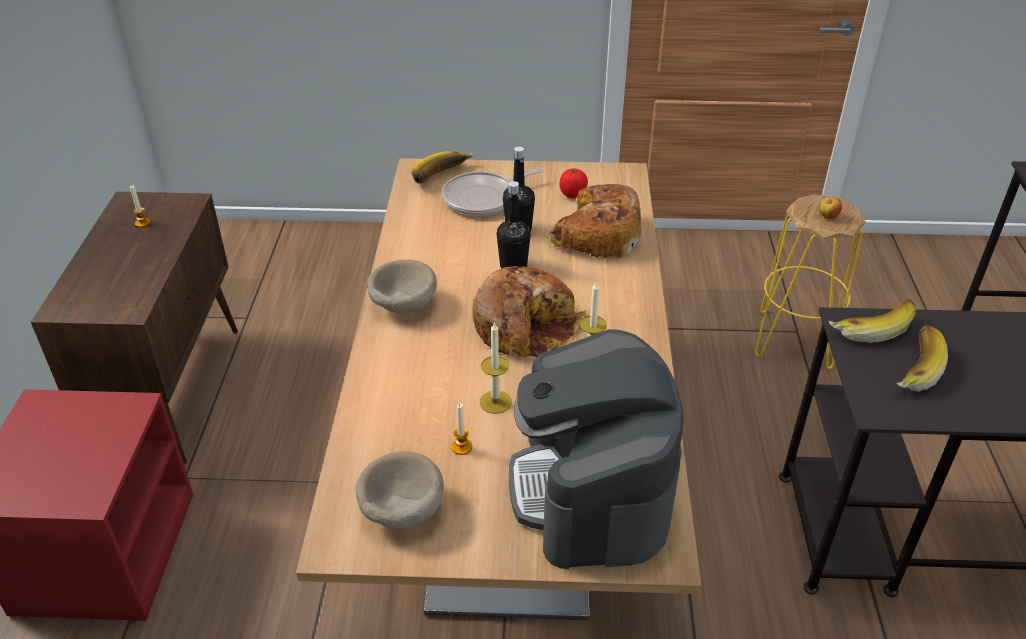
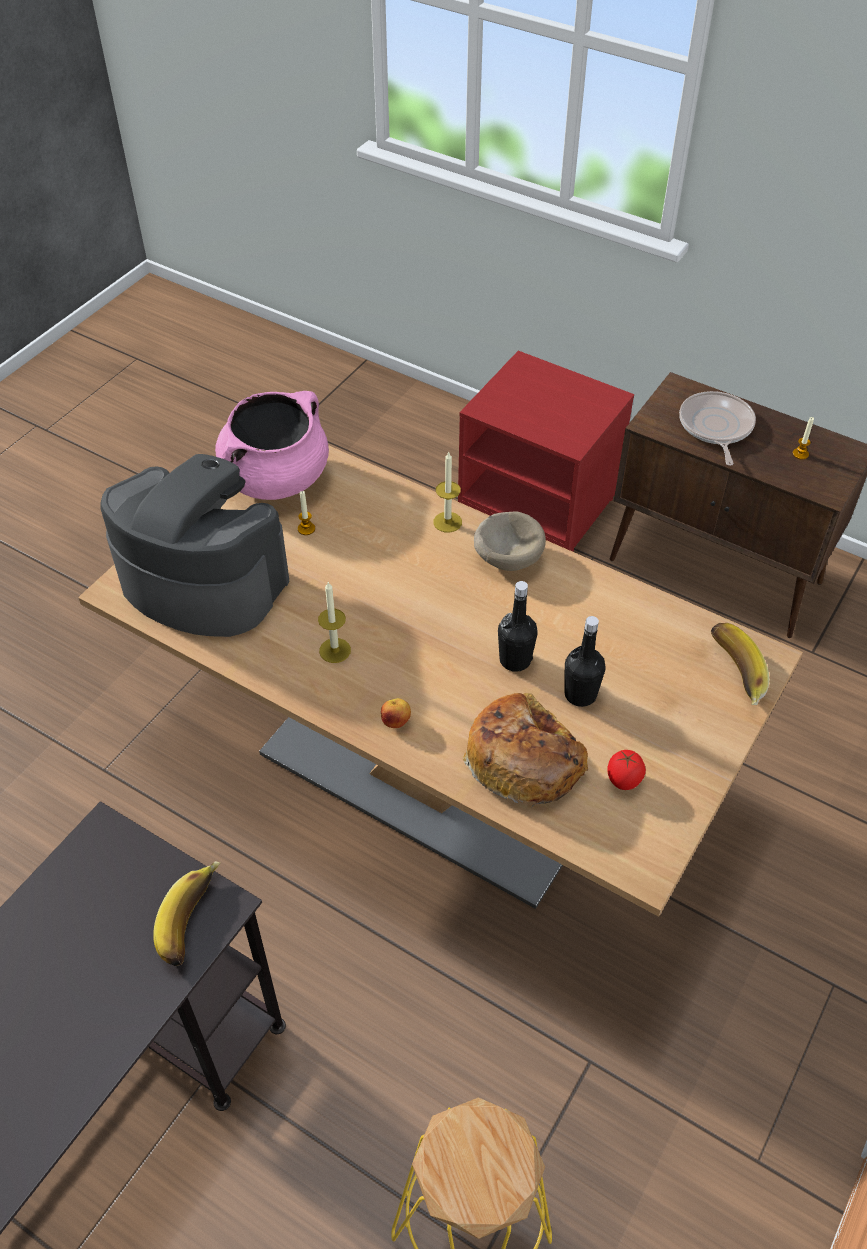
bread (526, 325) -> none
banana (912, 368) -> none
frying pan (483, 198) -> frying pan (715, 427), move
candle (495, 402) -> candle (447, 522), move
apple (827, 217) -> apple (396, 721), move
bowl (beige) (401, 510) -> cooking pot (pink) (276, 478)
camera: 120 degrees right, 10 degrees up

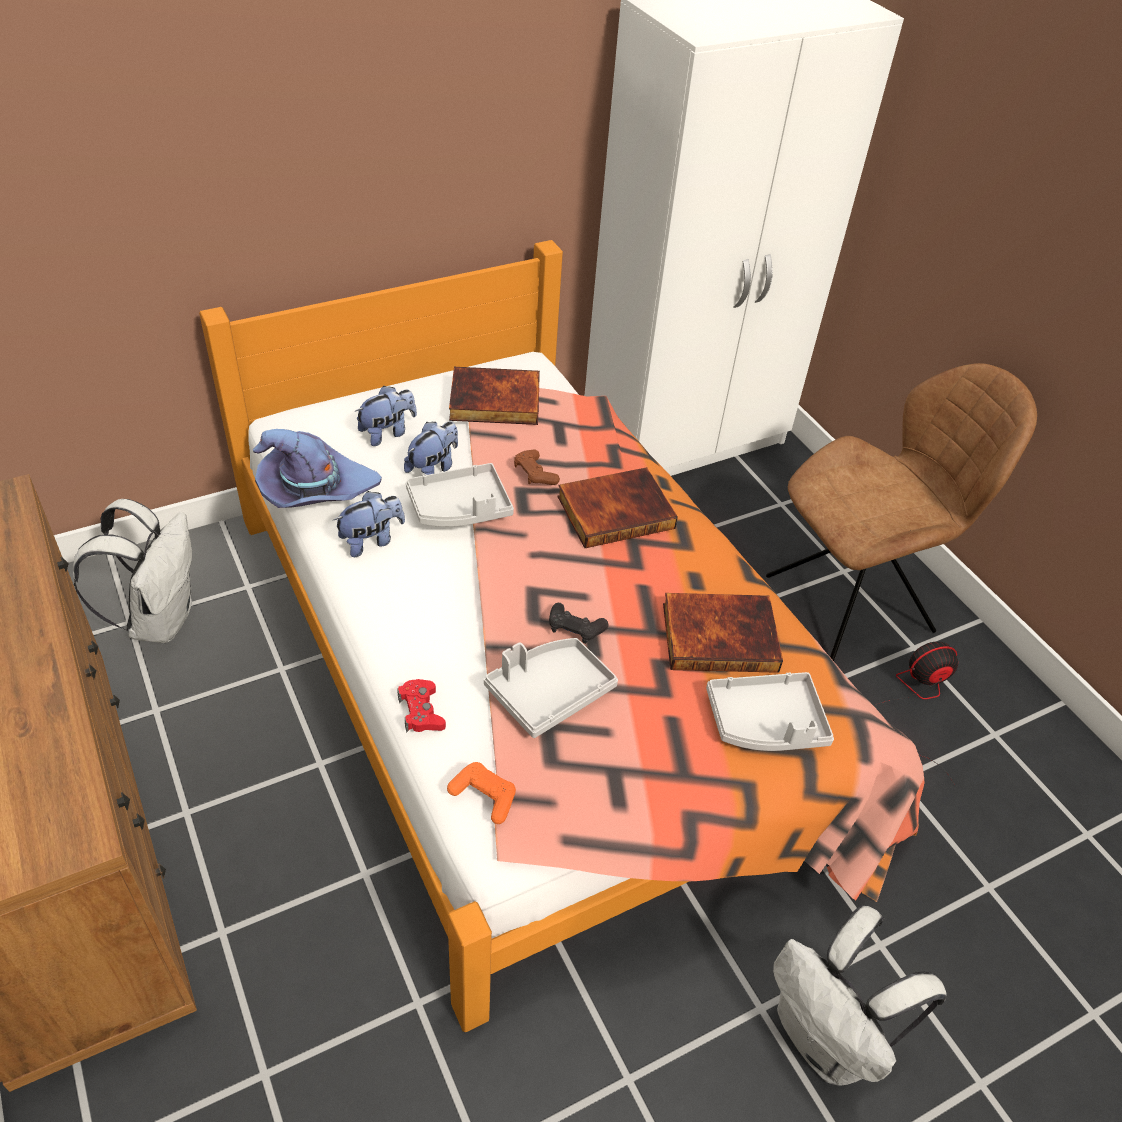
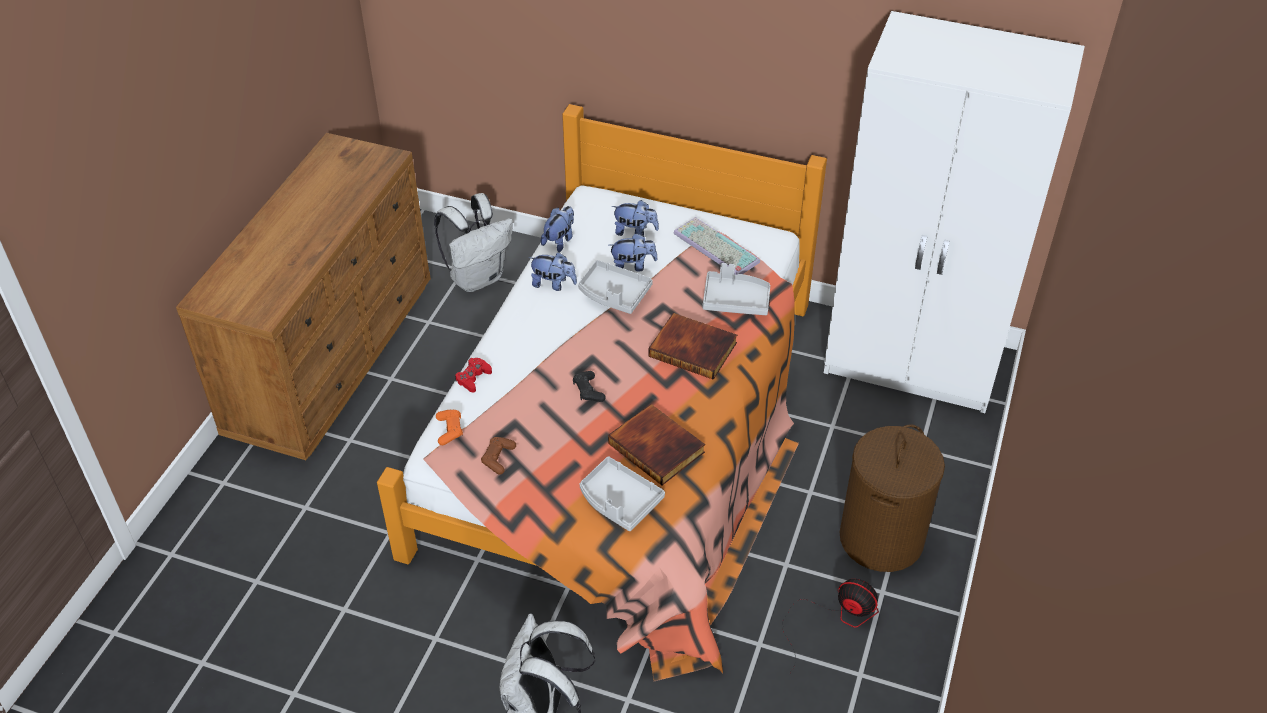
tray (grey) (549, 692) -> tray (grey) (735, 300), move
game controller (brown) (535, 474) -> game controller (brown) (498, 458), move
hat (purple) (314, 489) -> plush toy (559, 240)
book (494, 402) -> keyboard (714, 248)
chair (brown) (855, 602) -> laundry basket (brown) (881, 539)
camera: 50 degrees right, 0 degrees up

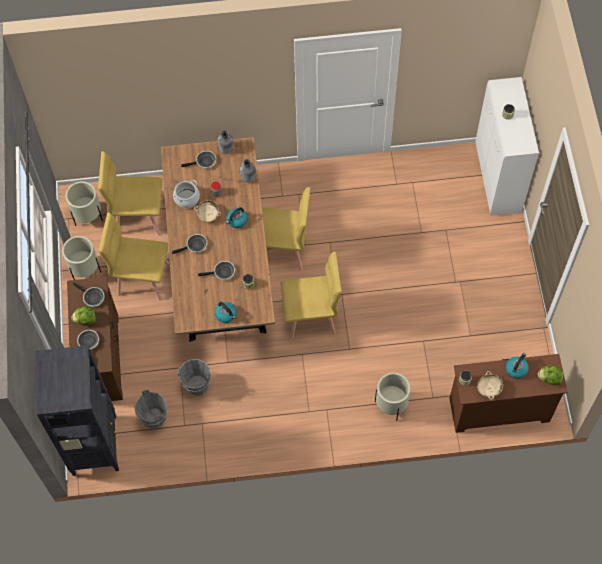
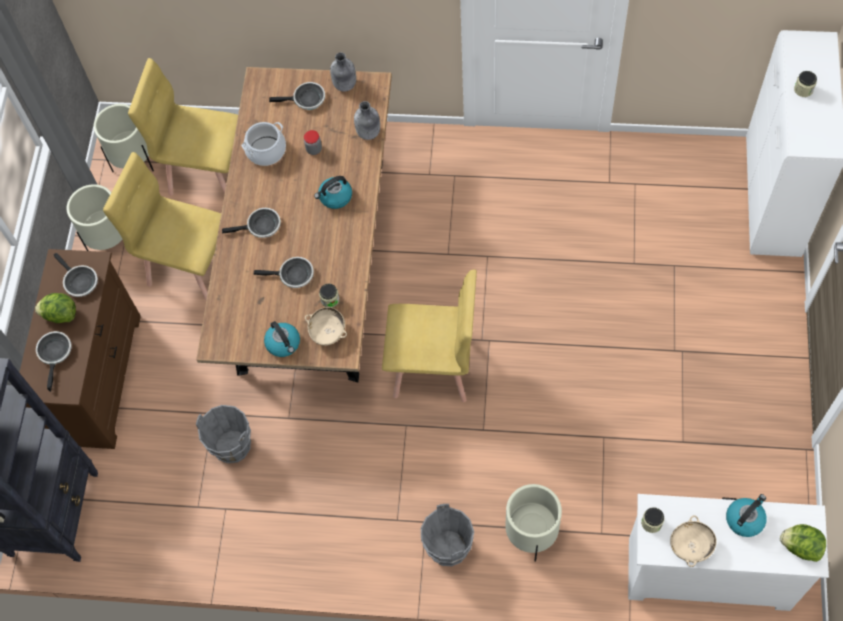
chair (yellow) (283, 249) -> none
bucket (grey) (154, 419) -> bucket (grey) (448, 548), move
bowl (beige) (208, 215) -> bowl (beige) (327, 332), move
dresser (brown) (498, 410) -> dresser (white) (707, 574)
camera: 15 degrees right, 0 degrees up

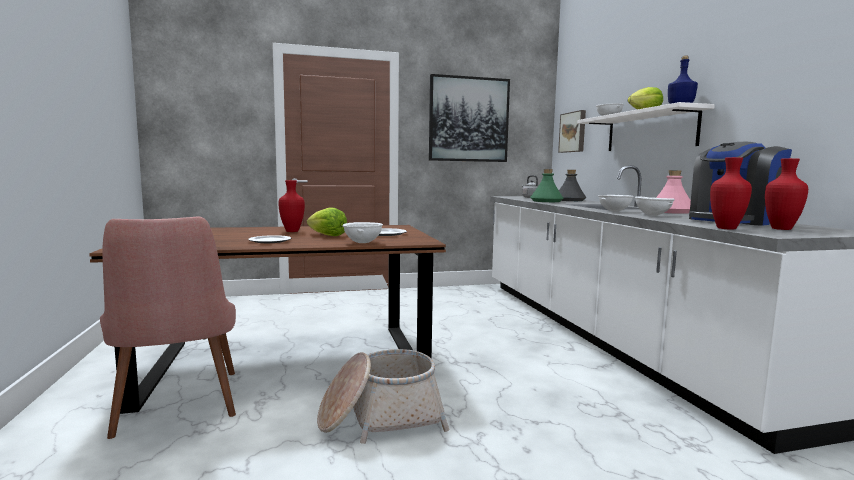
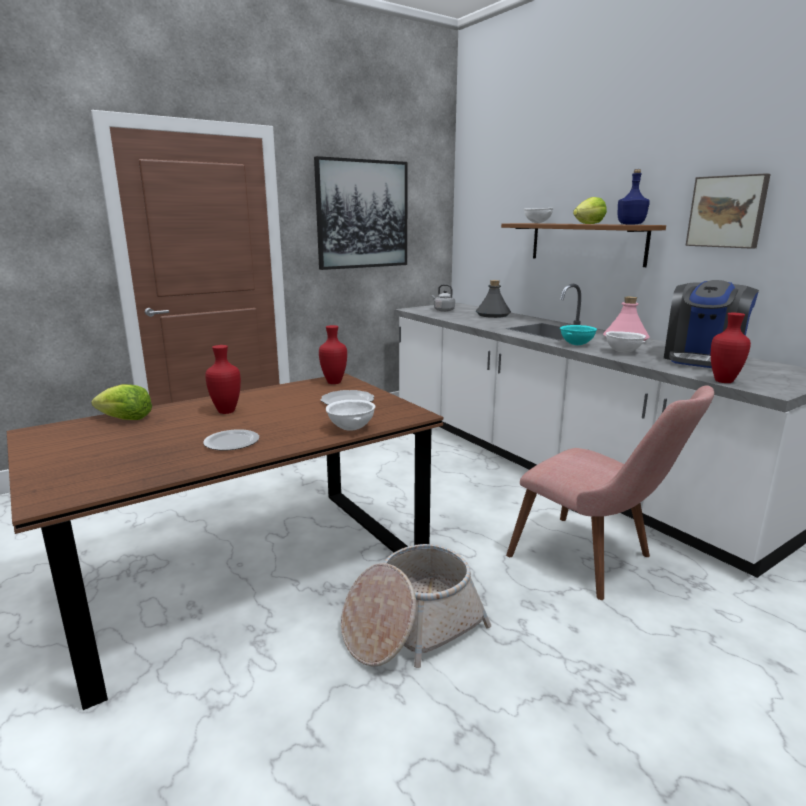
bottle (green) (546, 201) -> none
chair (pink) (177, 410) -> chair (pink) (596, 562), move
lettuce (327, 235) -> lettuce (125, 419), move
picture (573, 132) -> picture (727, 211), move
vase (red) (782, 229) -> vase (red) (335, 382), move
shelf (white) (649, 131) -> shelf (brown) (586, 243)
bowl (white) (613, 211) -> bowl (turquoise) (576, 344)
camera: 20 degrees left, 10 degrees up

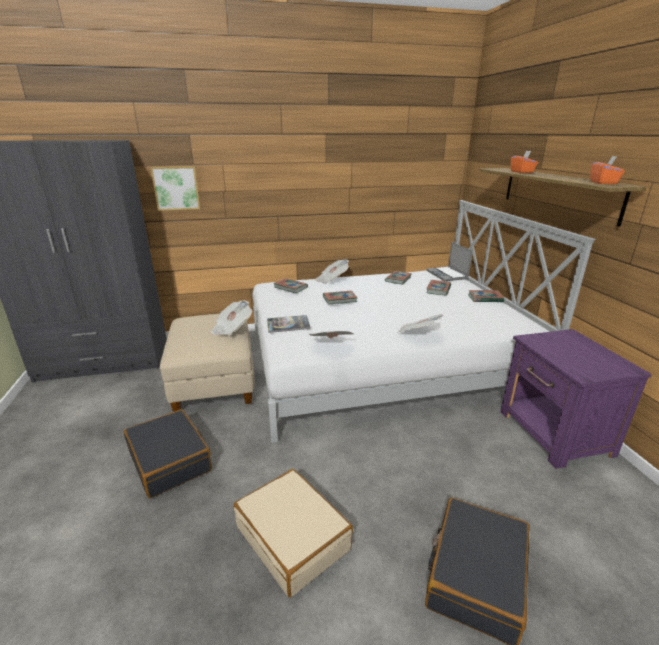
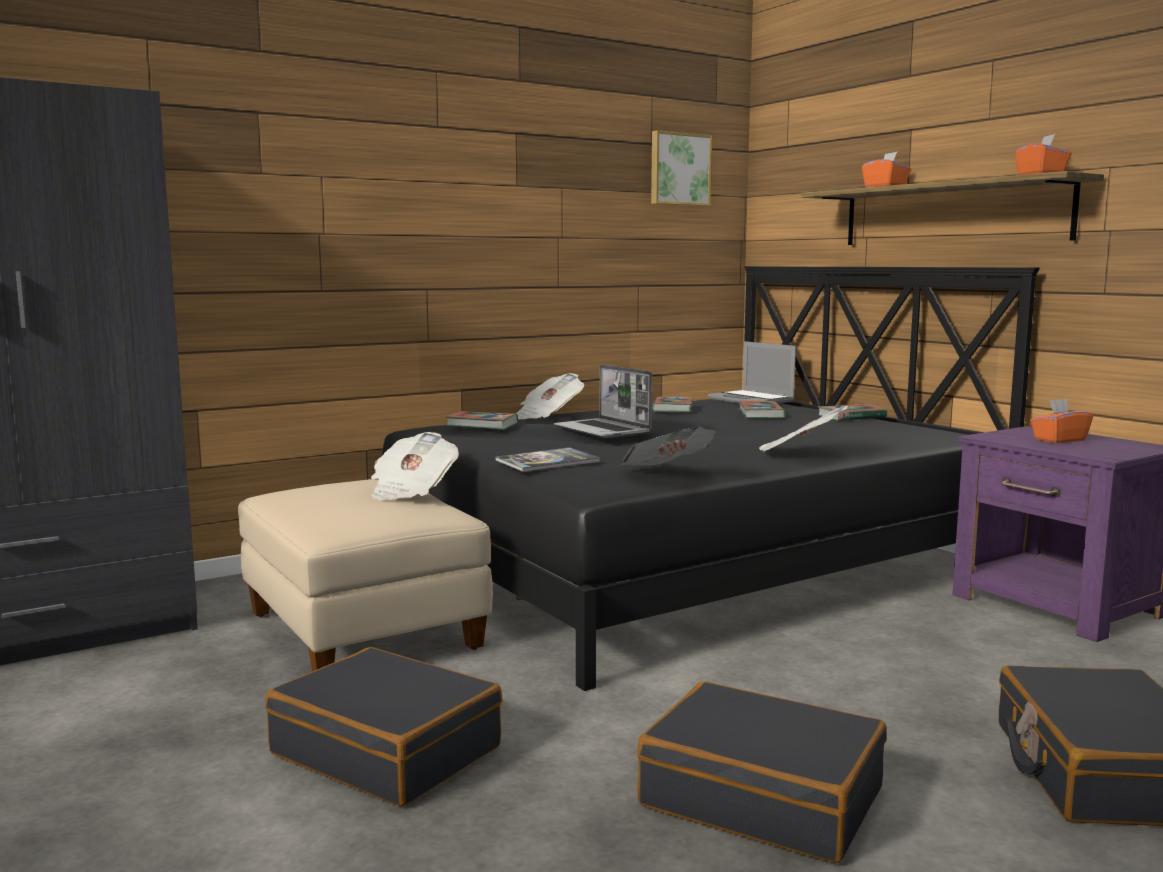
none -> tissue box (orange) (1059, 440)
picture (176, 188) -> picture (679, 169), move
book (339, 299) -> laptop (603, 430)
suitcase (beige) (293, 538) -> suitcase (black) (762, 797)
bed (white) (381, 362) -> bed (black) (686, 563)
camera: 20 degrees left, 15 degrees down

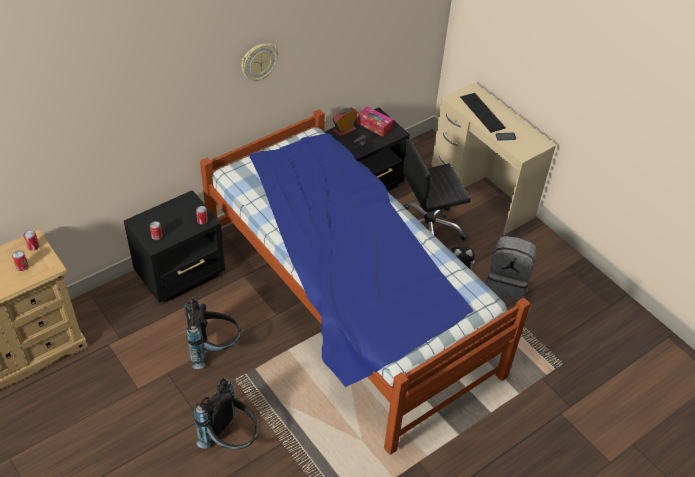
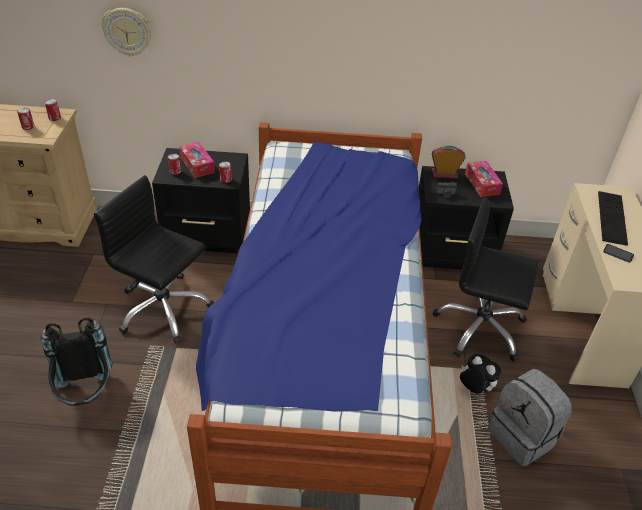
none -> tissue box (197, 165)
wall clock (258, 62) -> wall clock (127, 31), move
backpack (black) (214, 349) -> office chair (black) (163, 309)
camera: 40 degrees right, 5 degrees down

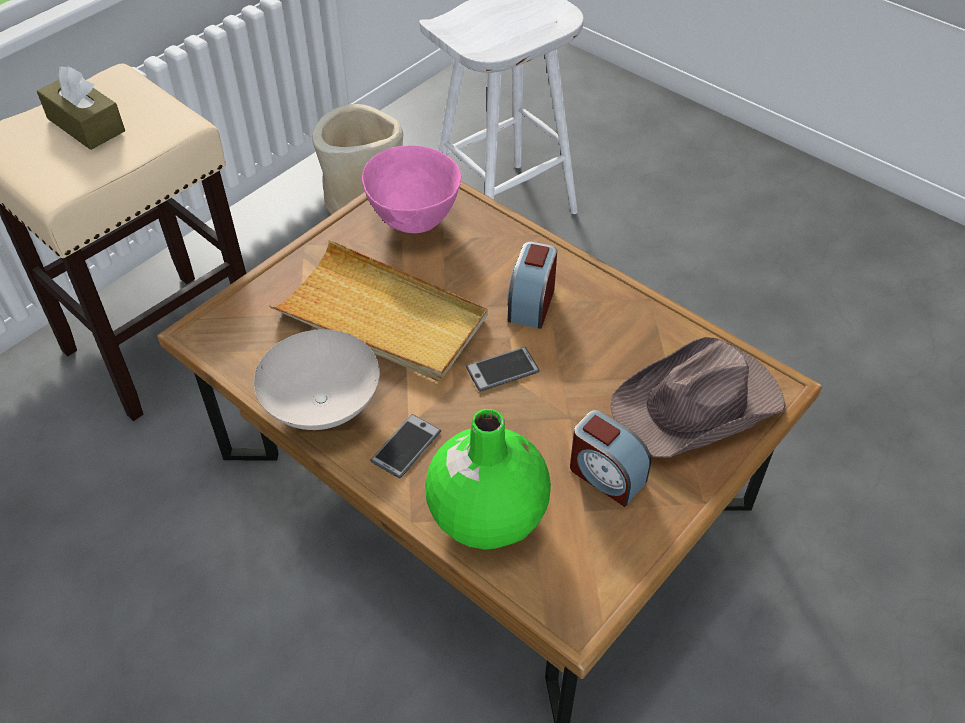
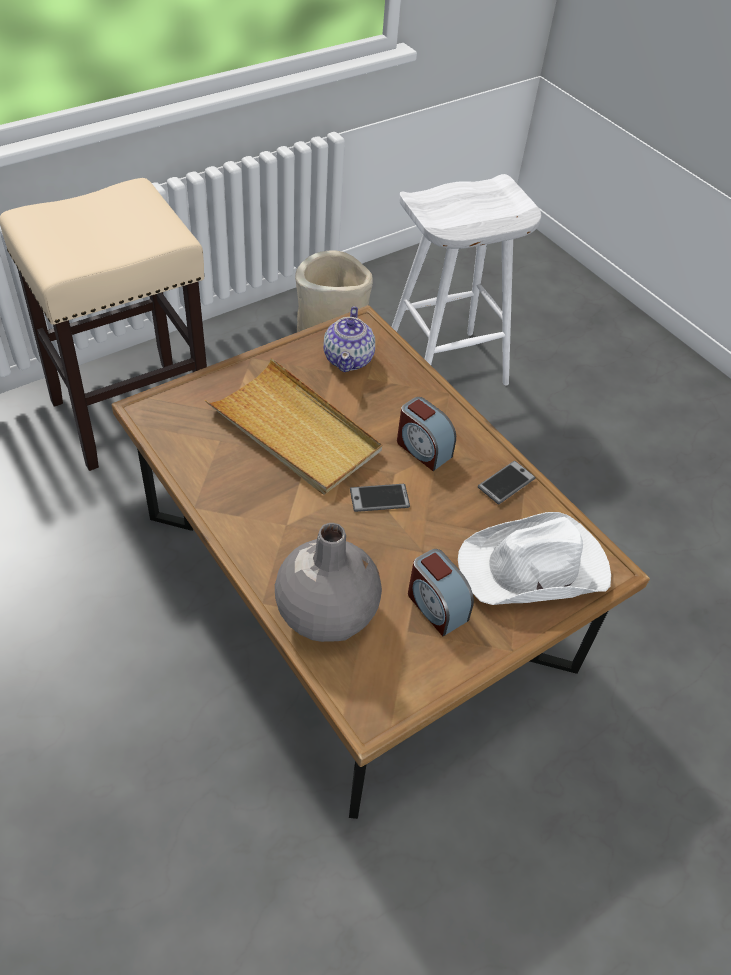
tissue box (brown) (86, 125) -> none
bowl (white) (321, 403) -> none
phone (406, 447) -> phone (506, 483), move
bowl (pink) (415, 221) -> teapot (349, 359)
vase (green) (487, 512) -> vase (grey) (326, 611)
hat (brown) (699, 405) -> hat (white) (535, 568)
alarm clock (531, 303) -> alarm clock (422, 449), 75 degrees counterclockwise
camera: 10 degrees right, 0 degrees up

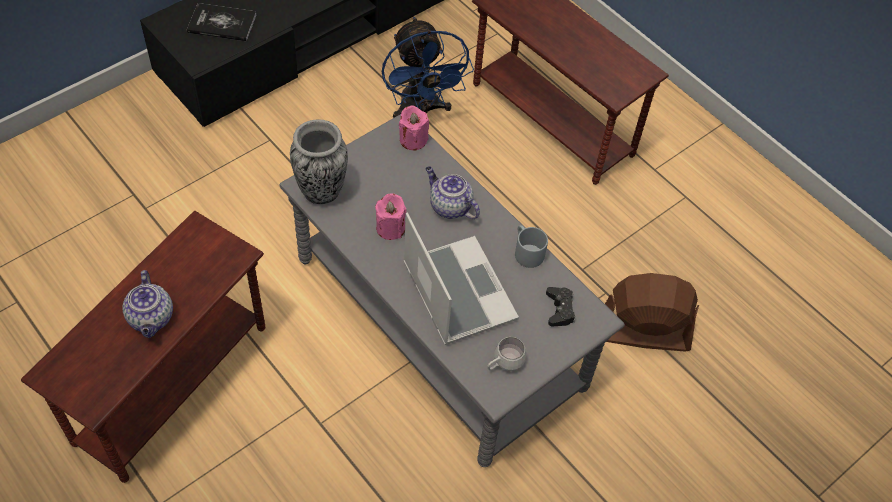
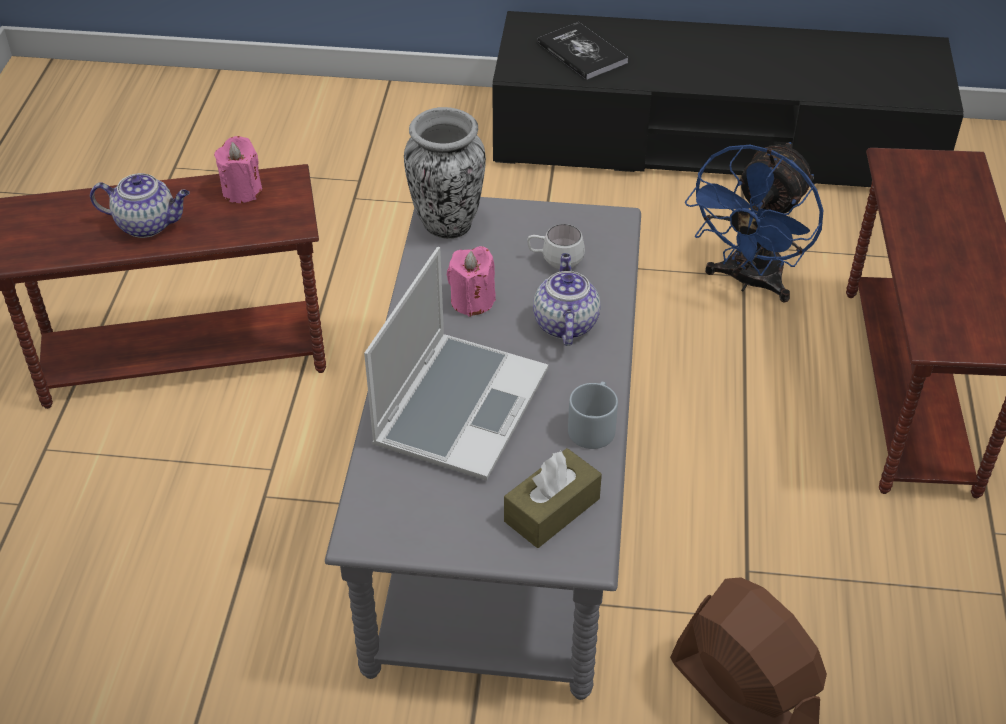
candle (pink) (413, 140) -> candle (pink) (242, 191), move
mug (white) (504, 364) -> mug (white) (555, 261), move
game controller (black) (559, 309) -> tissue box (brown) (552, 510)
teapot (151, 319) -> teapot (148, 224), 120 degrees counterclockwise
camera: 50 degrees right, 10 degrees down

